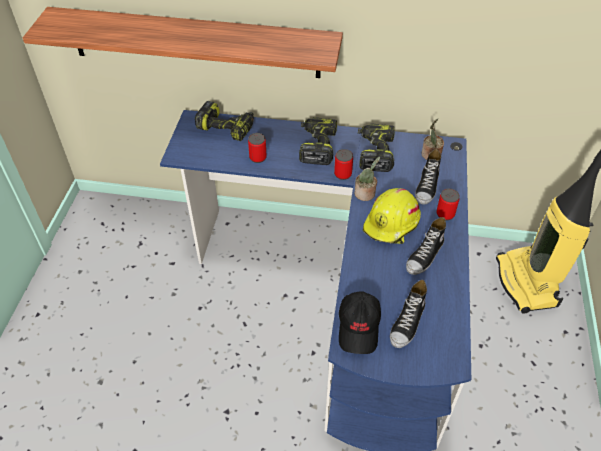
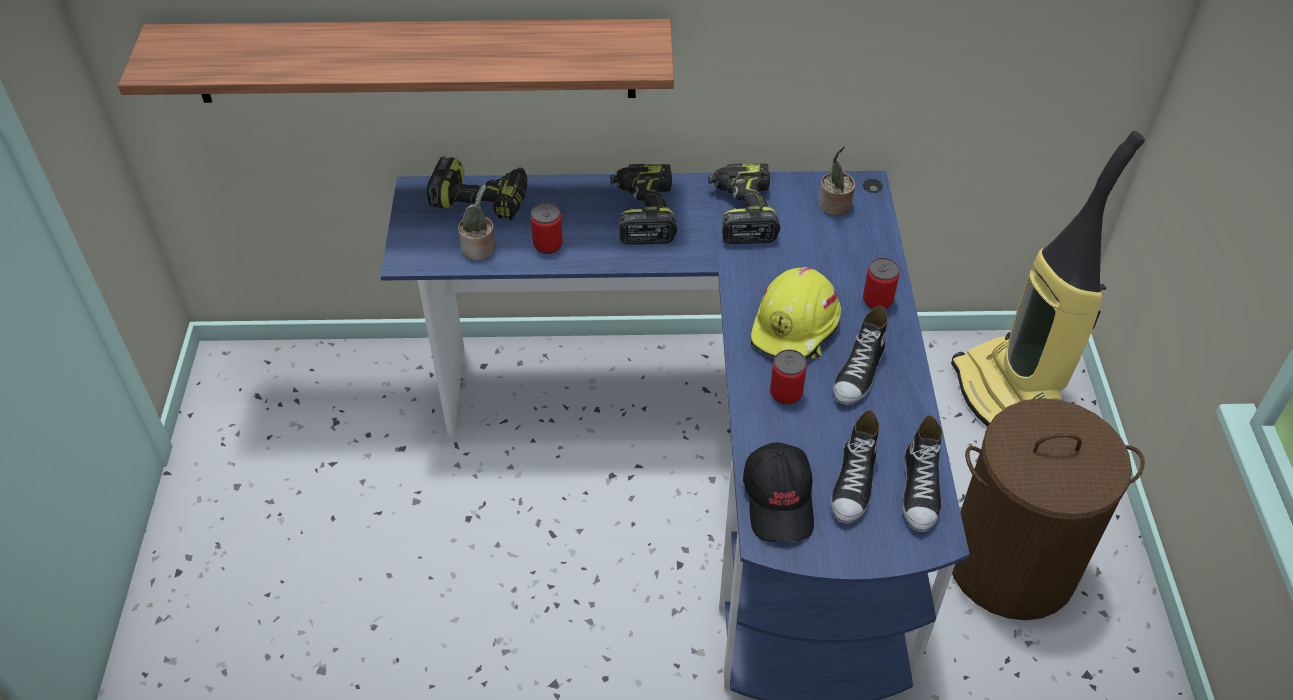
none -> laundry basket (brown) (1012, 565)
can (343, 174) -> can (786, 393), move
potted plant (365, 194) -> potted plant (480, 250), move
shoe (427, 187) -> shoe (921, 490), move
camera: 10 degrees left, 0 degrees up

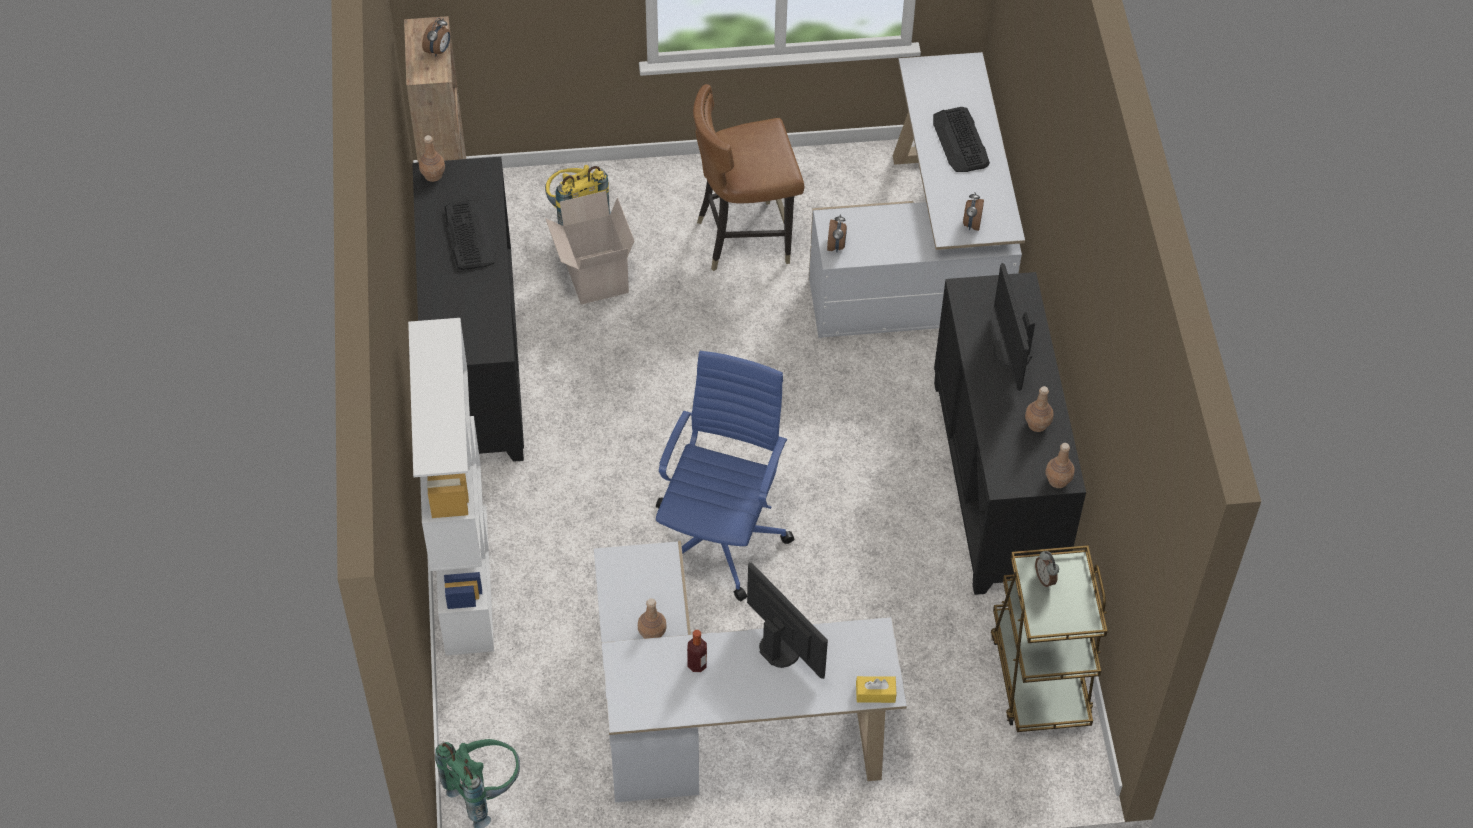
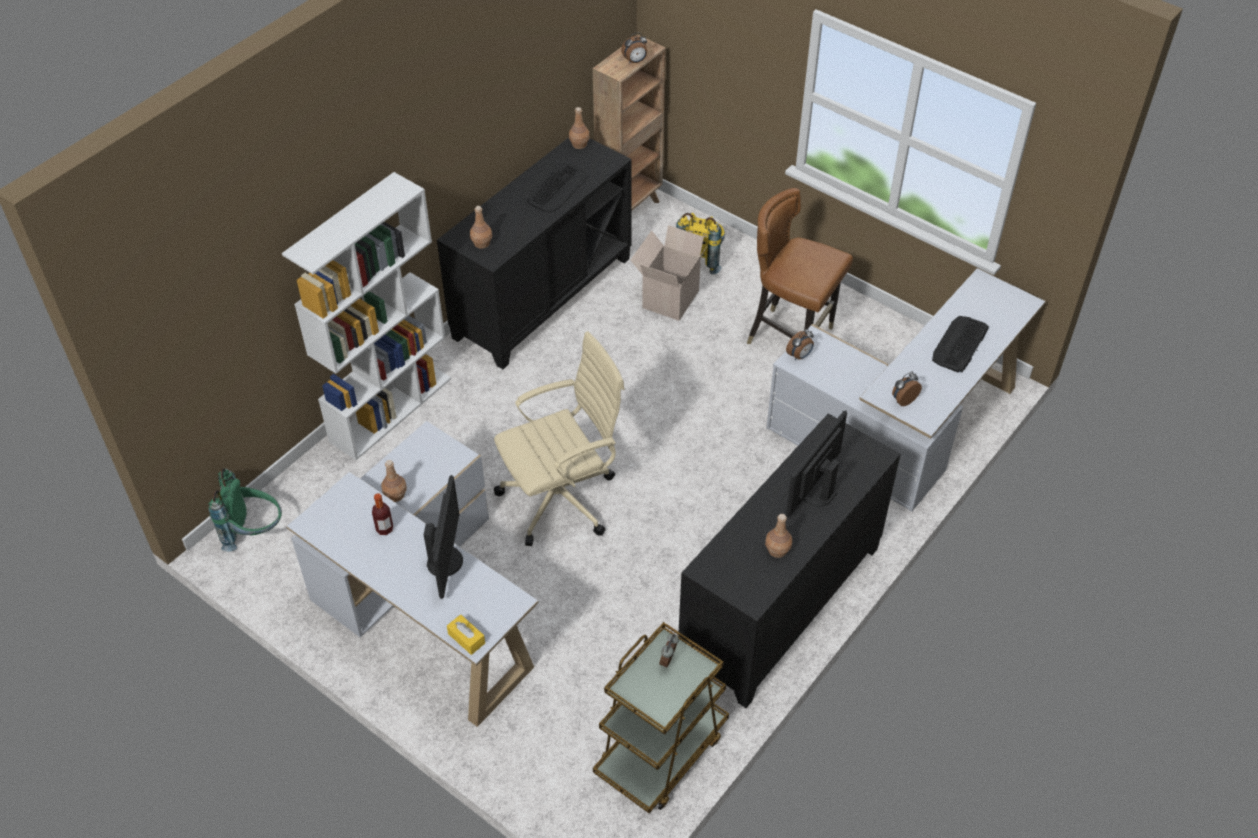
bottle (brown) (1058, 480) -> bottle (brown) (481, 243), move
office chair (blue) (720, 536) -> office chair (beige) (562, 498)
camera: 45 degrees right, 5 degrees down

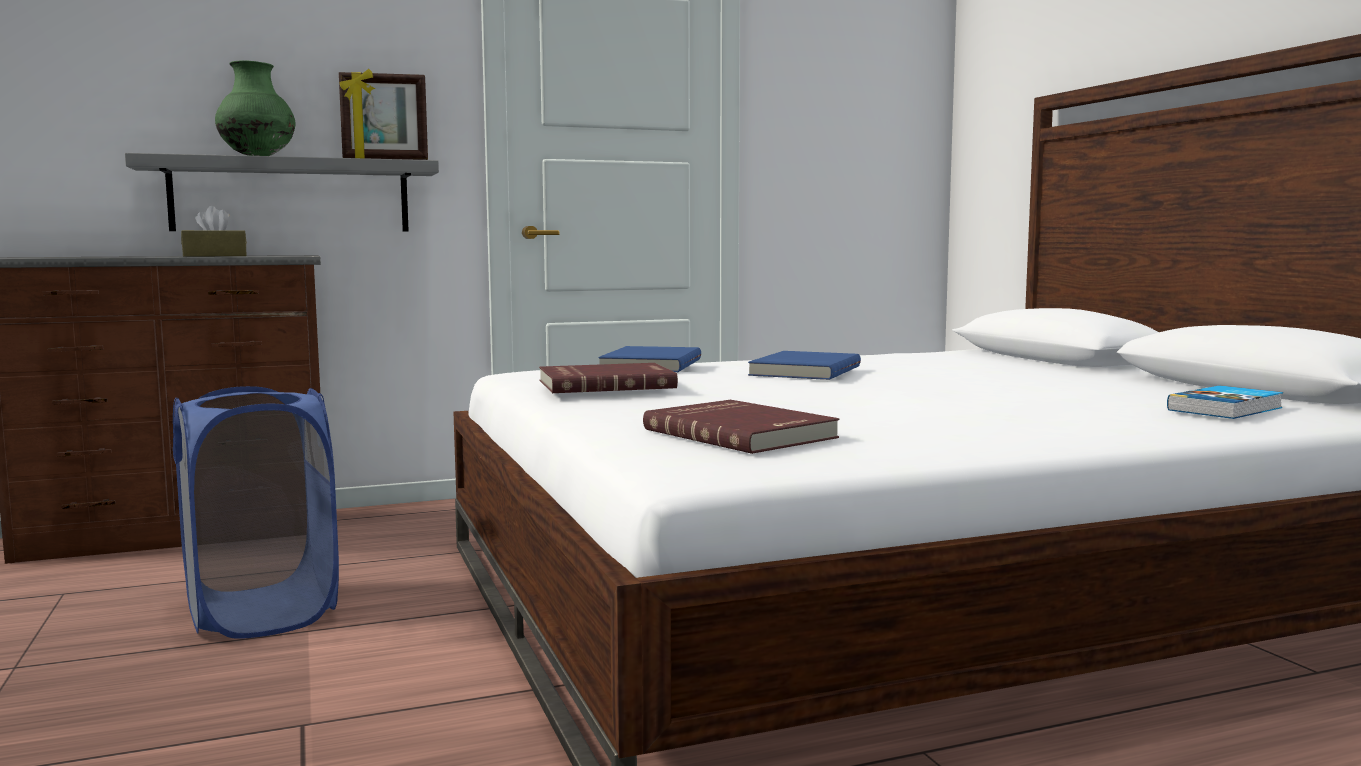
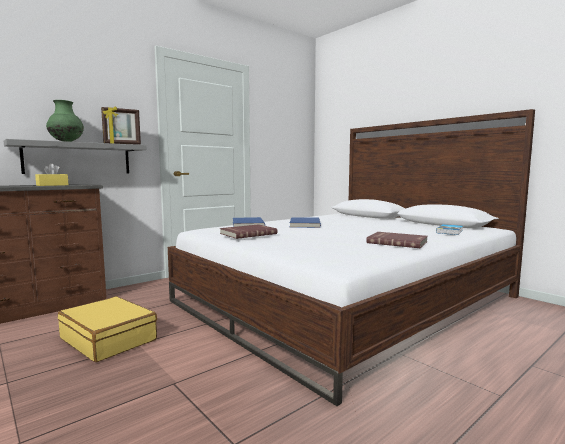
book (red) (742, 433) -> book (red) (397, 242), move
laundry basket (blue) (261, 613) -> suitcase (yellow) (109, 339)
tissue box (brown) (215, 256) -> tissue box (yellow) (52, 185)
camera: 20 degrees left, 0 degrees up

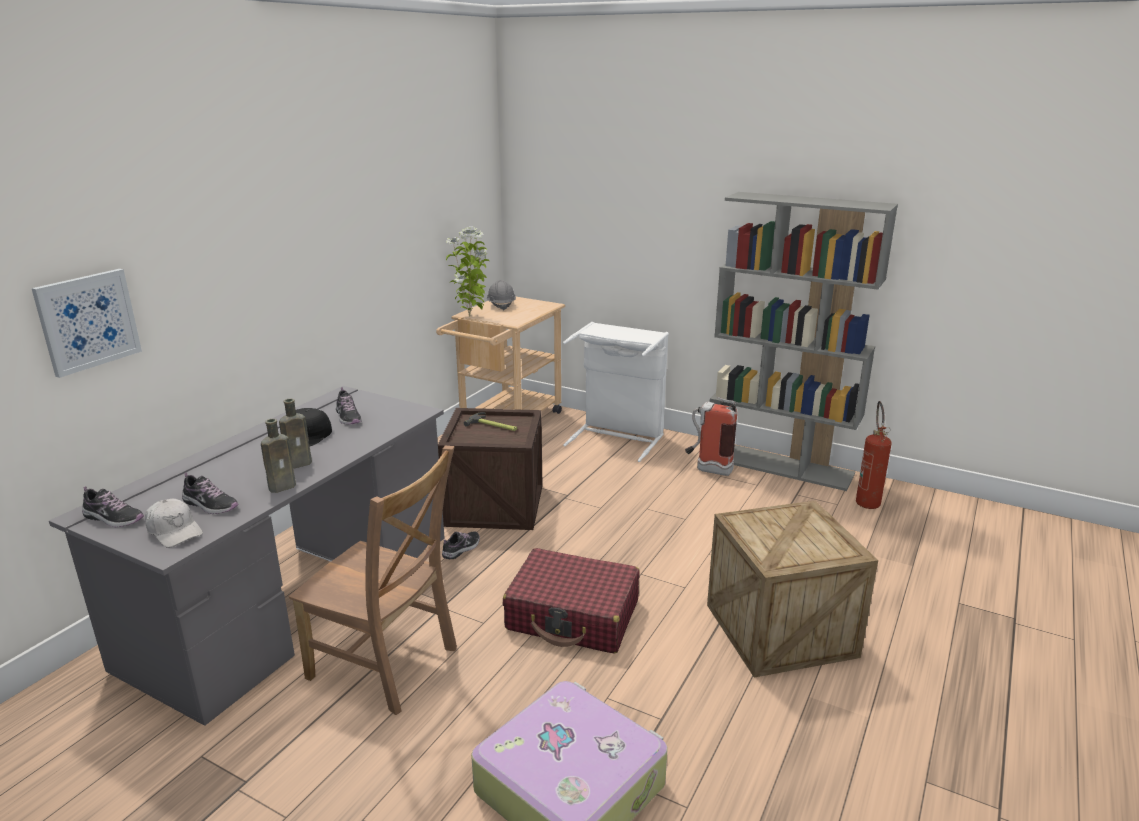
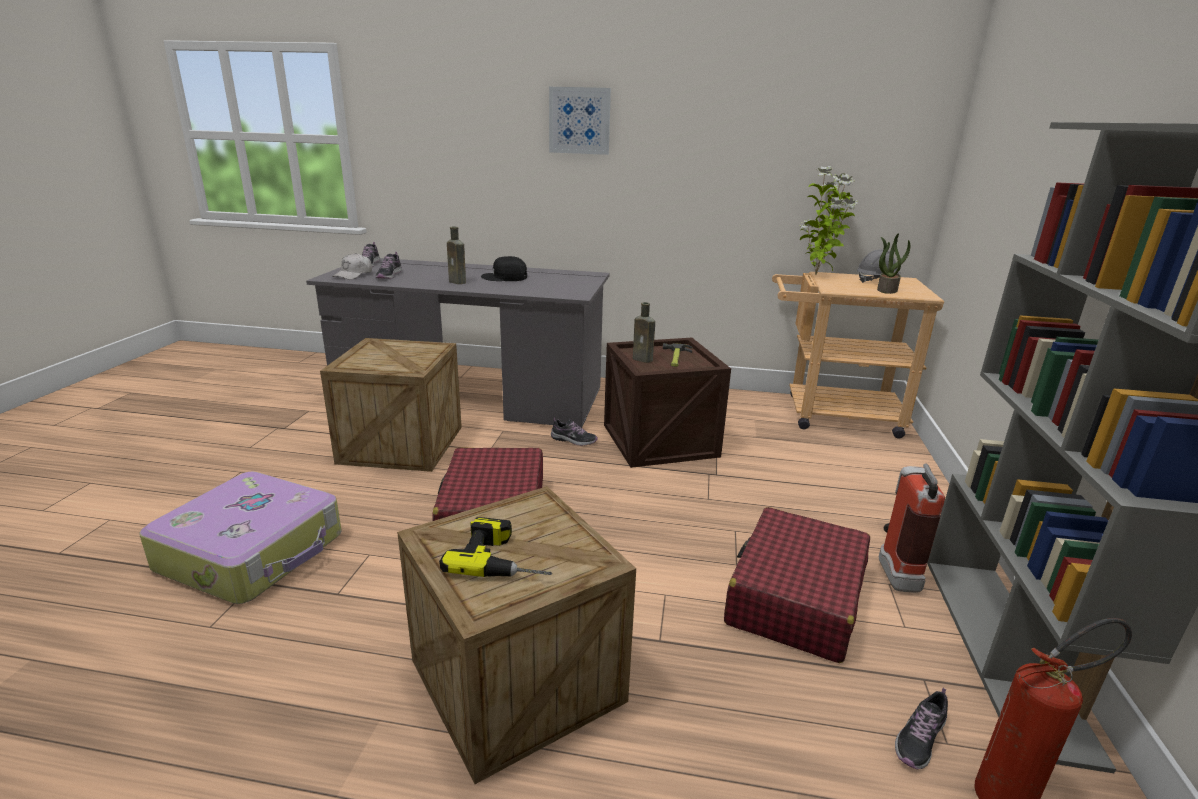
laundry basket (white) (618, 437) -> none
none -> power drill (504, 558)
none -> suitcase (red) (795, 598)
none -> potted plant (886, 290)
picture (88, 321) -> picture (579, 121), move
bottle (brown) (284, 486) -> bottle (brown) (644, 360), move
shoe (348, 417) -> shoe (919, 739), move
chair (brown) (387, 665) -> crate (401, 444)
camera: 70 degrees right, 0 degrees up

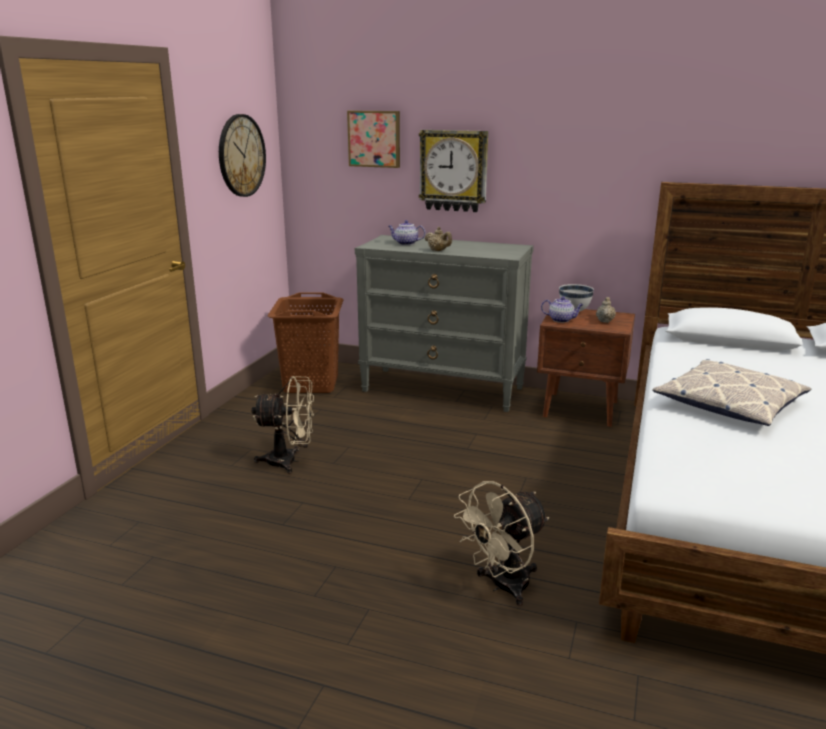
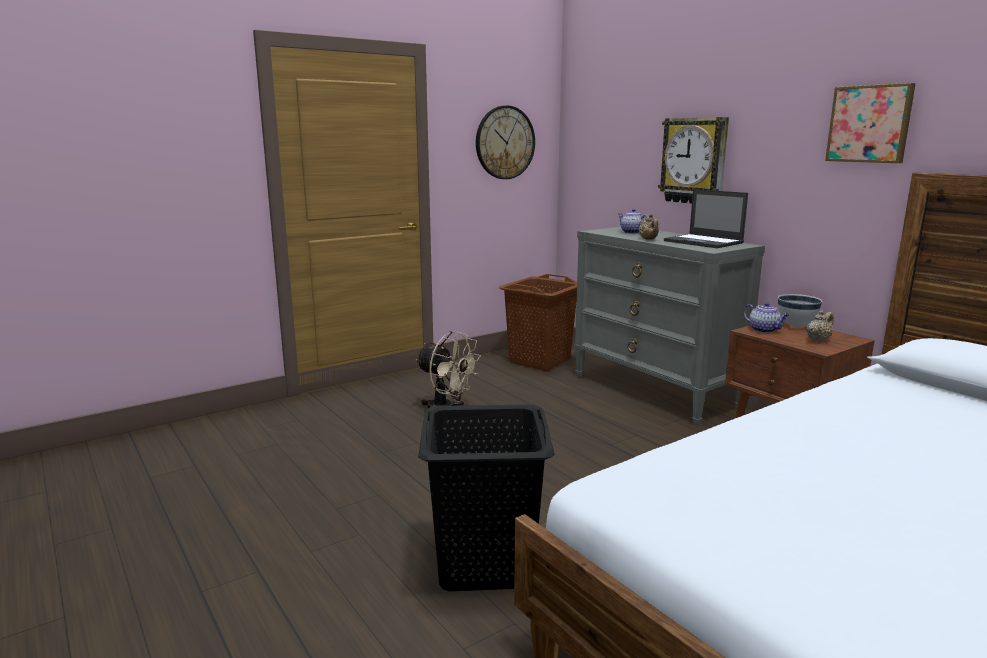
pillow (729, 403) -> none
none -> laptop (704, 242)
picture (374, 138) -> picture (870, 124), move
fan (beige) (502, 587) -> laundry basket (black) (486, 564)
camera: 35 degrees right, 5 degrees down

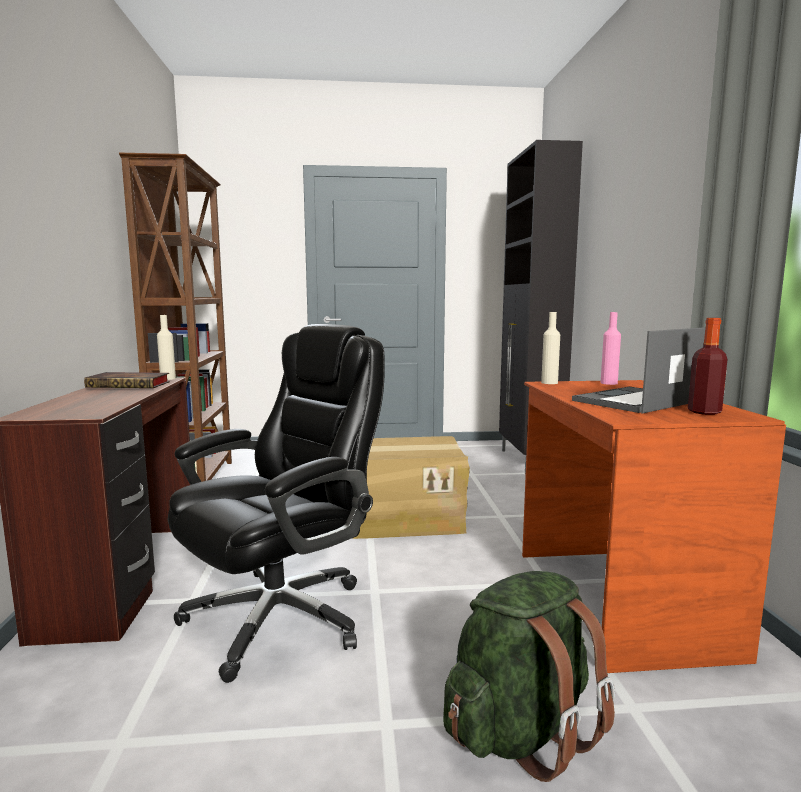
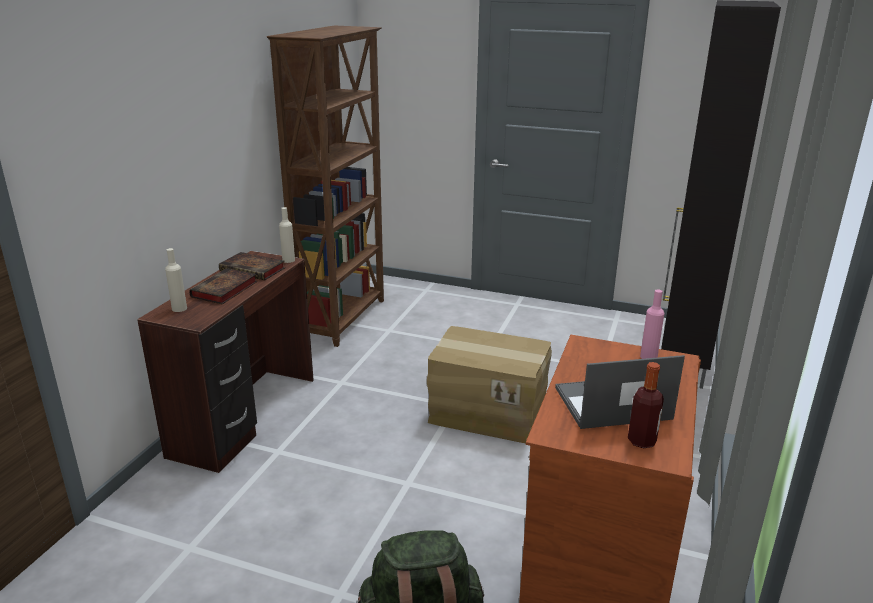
office chair (black) (282, 616) -> none
none -> book (224, 290)
bottle (beige) (549, 383) -> bottle (beige) (179, 308), move
camera: 25 degrees right, 15 degrees up

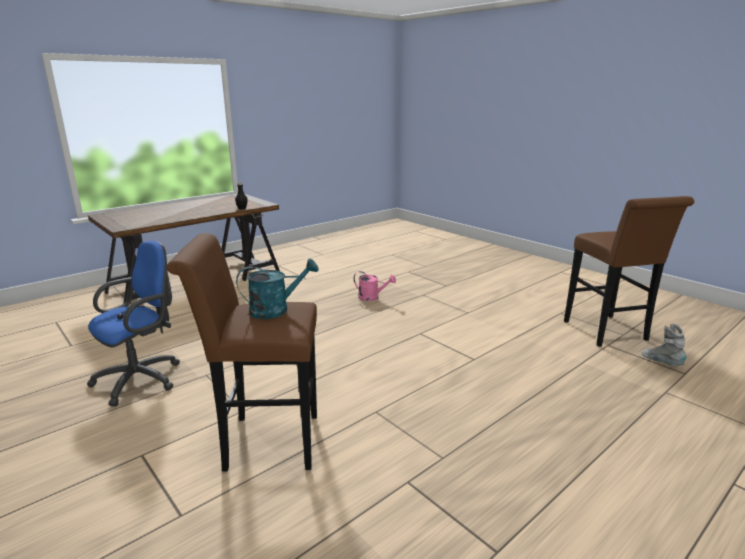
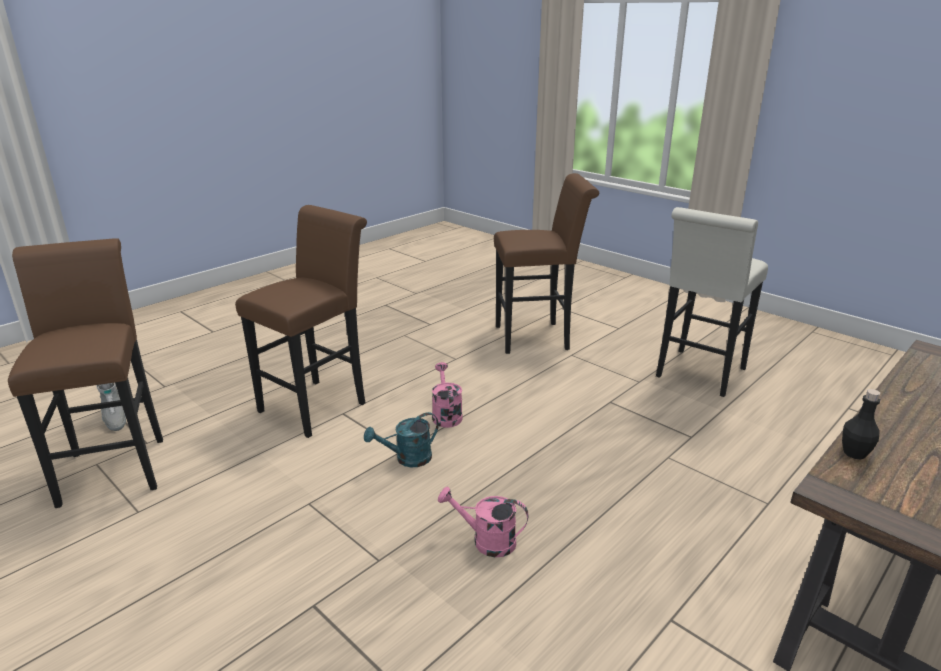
none -> stool (brown) (318, 404)
none -> watering can (pink) (446, 414)
watering can (turquoise) (276, 310) -> watering can (turquoise) (407, 459), move
office chair (blue) (143, 378) -> stool (white) (698, 375)
camera: 175 degrees right, 5 degrees up

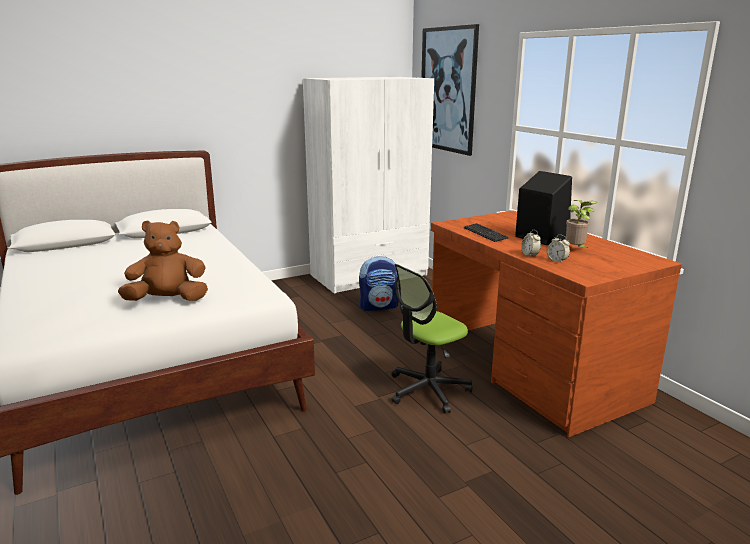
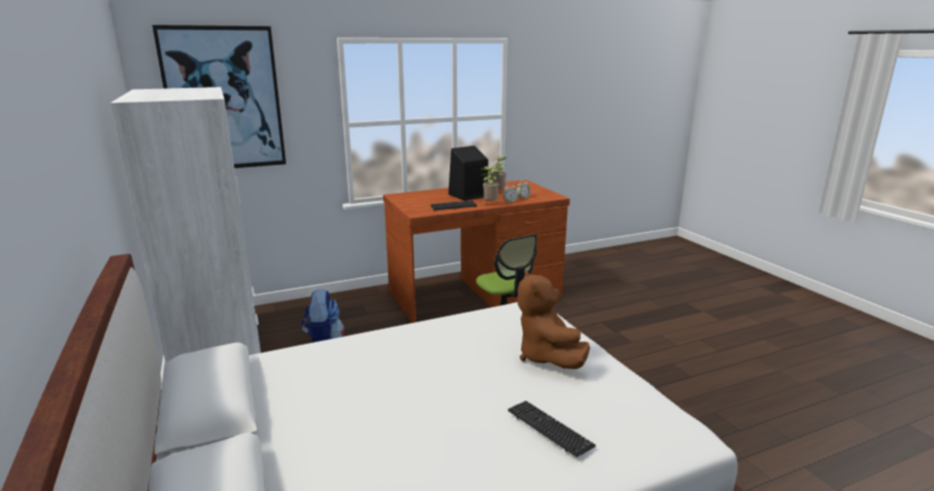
none -> potted plant (489, 204)
none -> keyboard (549, 429)
camera: 85 degrees left, 0 degrees up

